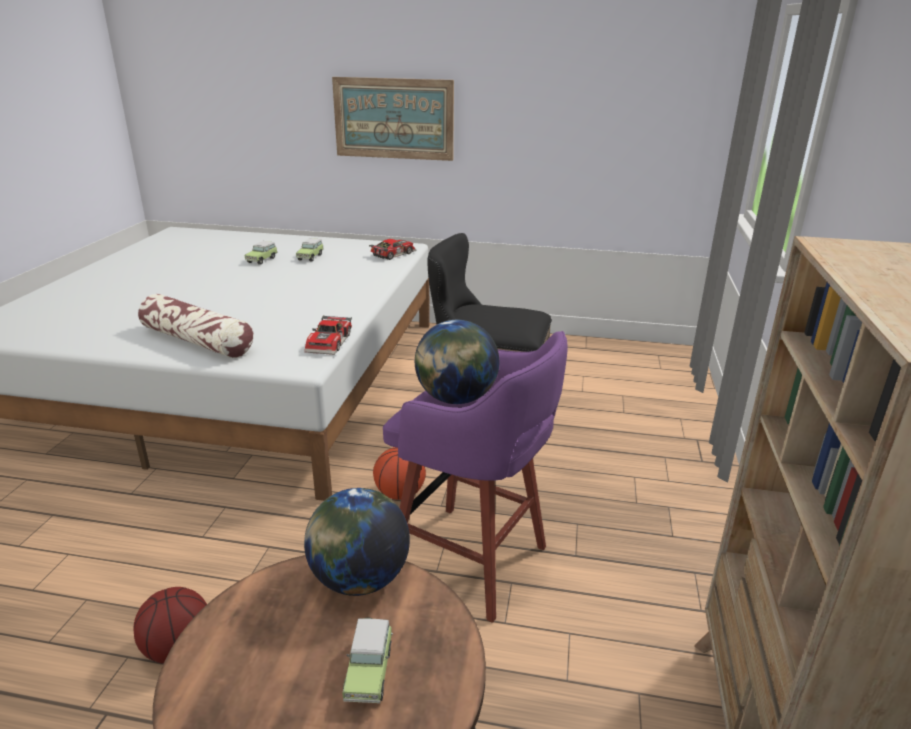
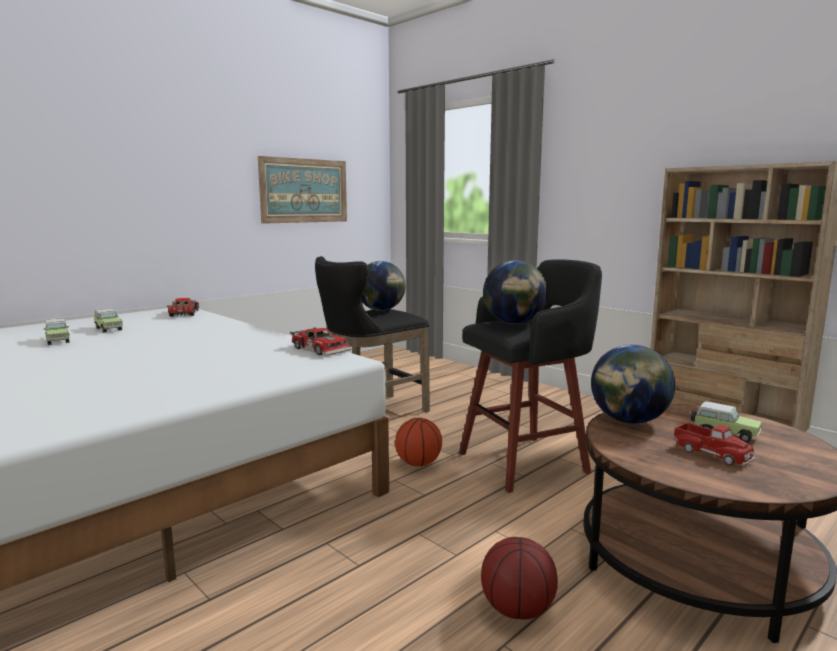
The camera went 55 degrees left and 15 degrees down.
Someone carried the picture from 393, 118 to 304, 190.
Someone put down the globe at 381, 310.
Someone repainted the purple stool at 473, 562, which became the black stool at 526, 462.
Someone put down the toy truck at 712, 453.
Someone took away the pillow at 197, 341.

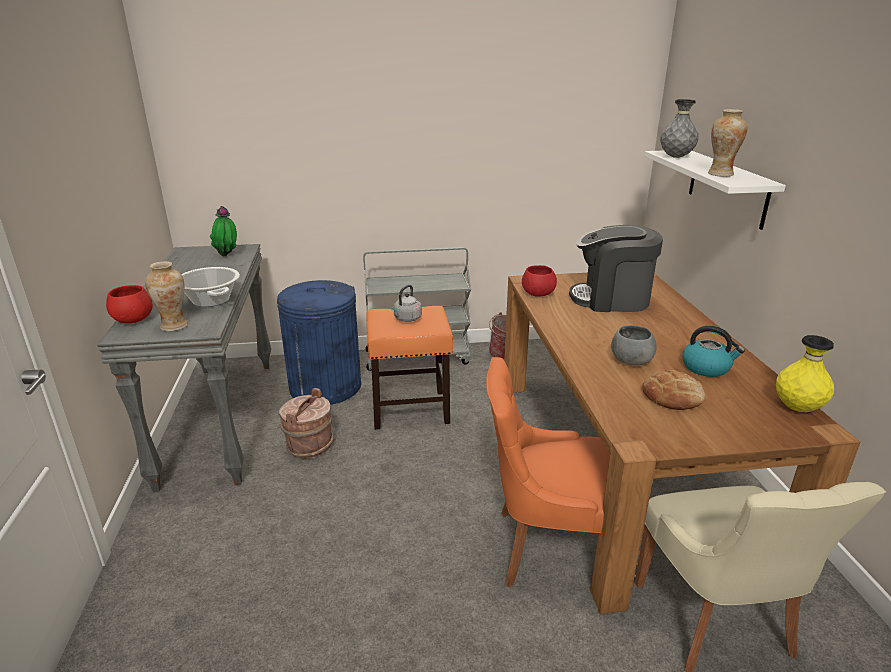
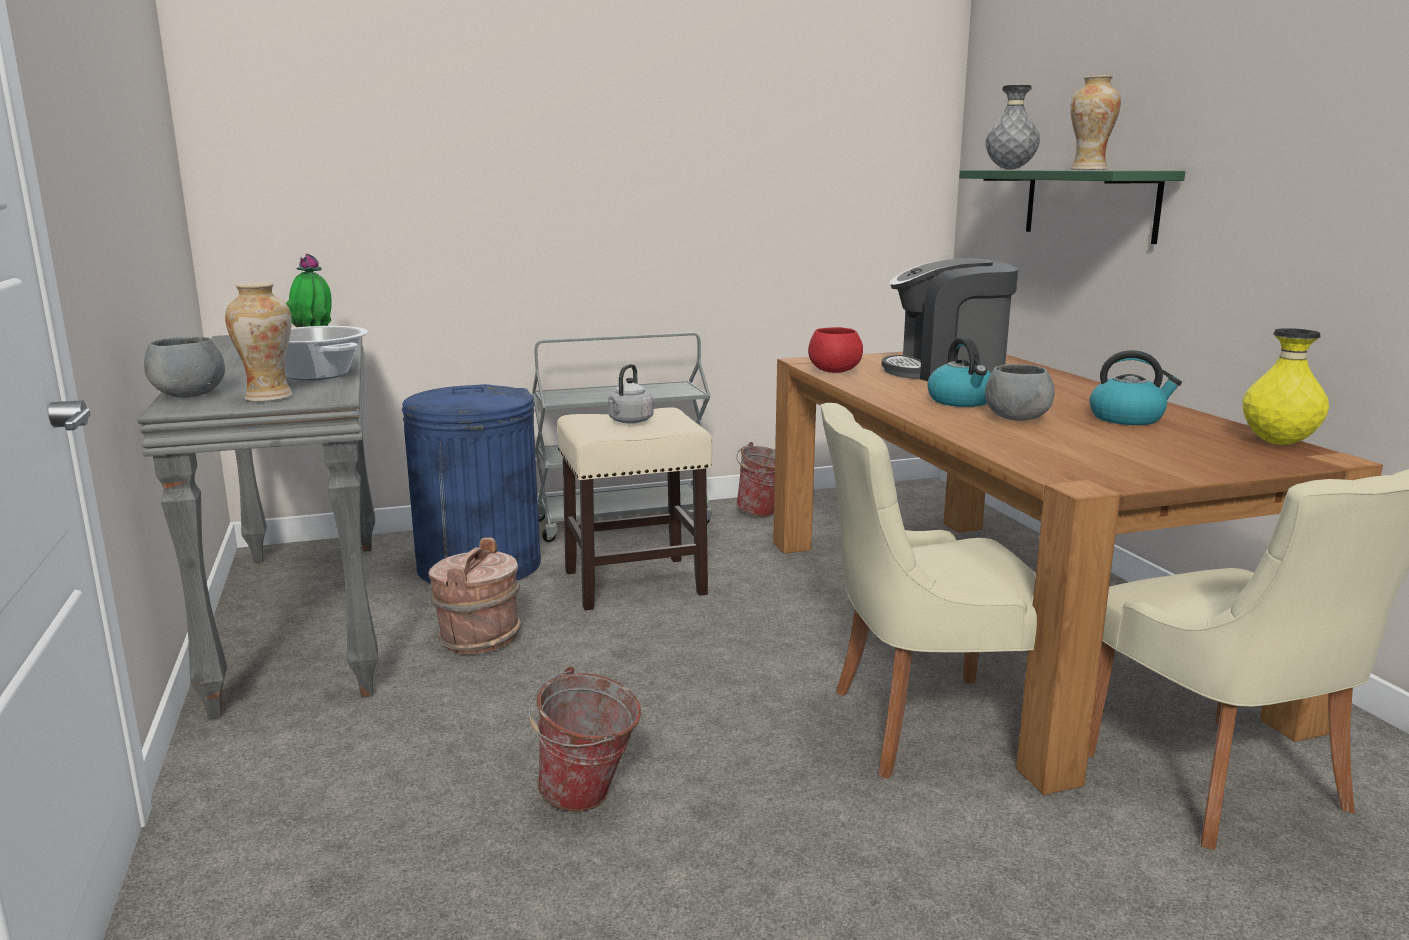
The camera went 10 degrees left and 10 degrees down.
Someone repainted the red bowl at 134, 320, which became the grey bowl at 190, 395.
Someone put down the bucket at 587, 800.
Someone repainted the orange stool at 411, 409, which became the beige stool at 636, 582.
Someone repainted the orange chair at 544, 548, which became the beige chair at 922, 726.
Someone put down the kettle at 961, 401.
Someone repainted the white shelf at 727, 187, which became the green shelf at 1089, 204.
Someone took away the bread at 672, 396.

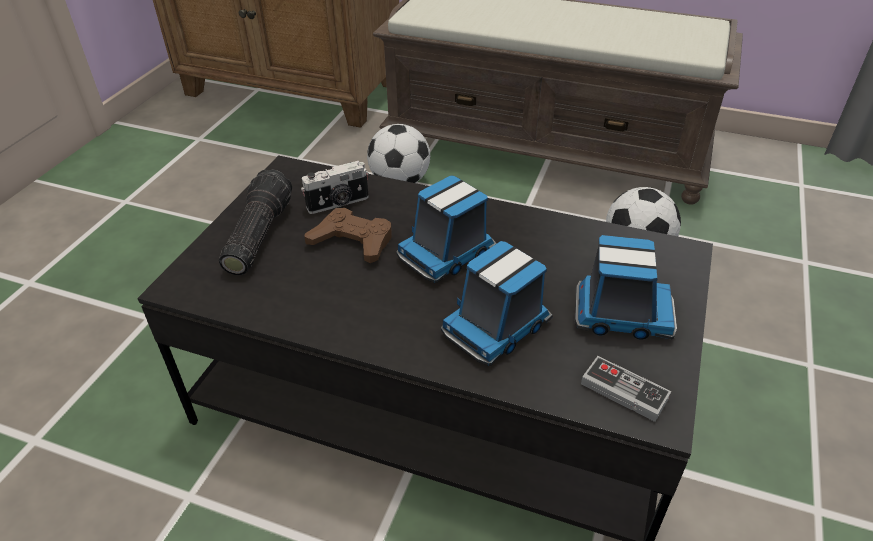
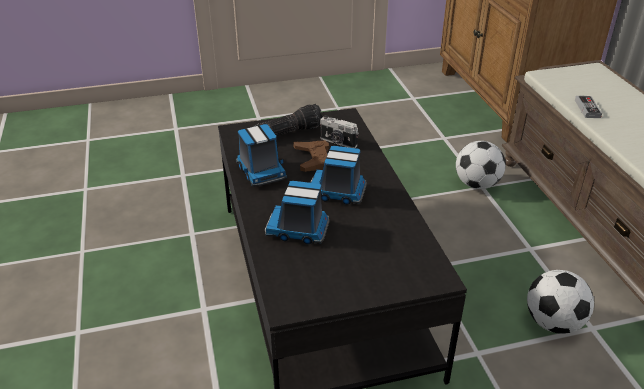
The camera went 55 degrees right and 5 degrees down.
Someone carried the toy truck from 620, 314 to 260, 171.
Someone carried the game controller from 624, 391 to 587, 109.

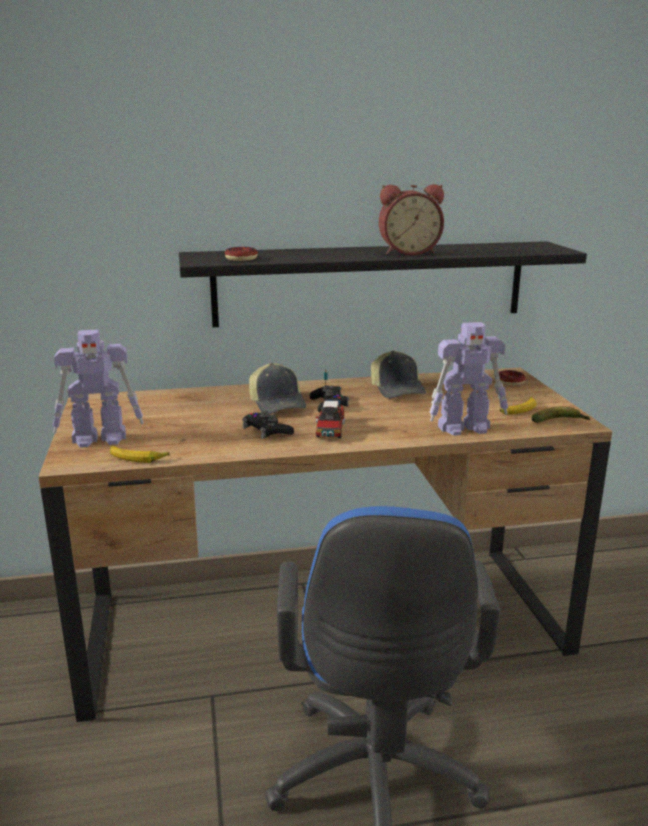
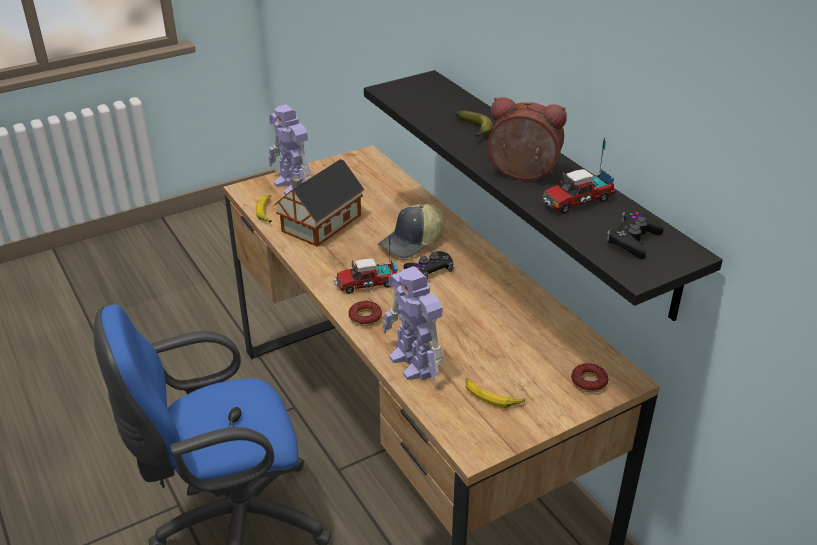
The camera went 70 degrees right and 15 degrees up.
Someone put down the toy house at 318, 224.
Someone carried the donut from 241, 258 to 365, 317.
Someone carried the banana from 560, 422 to 475, 130.
Someone rotated the alarm clock at 408, 253 by 135 degrees clockwise.
Someone put down the toy truck at 576, 201.
Someone carried the black game controller from 267, 431 to 633, 240.
Someone took away the cap at 398, 389.

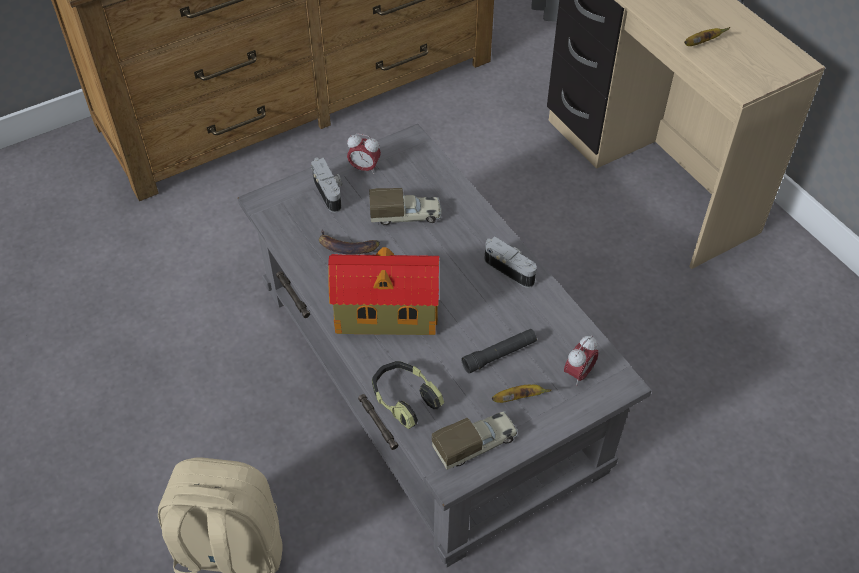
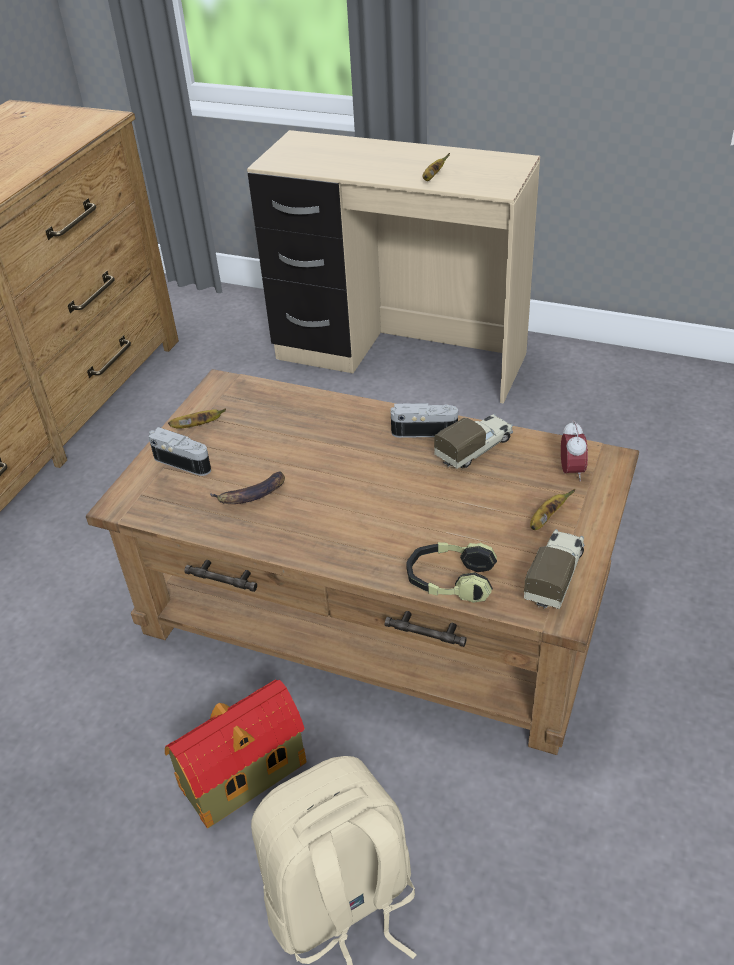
The camera went 35 degrees left and 10 degrees down.
Someone repainted the grey coffee table at 427, 376, which became the brown coffee table at 373, 609.
Someone carried the toy house from 384, 315 to 240, 776.
Someone swapped the alarm clock at 364, 168 for the banana at 198, 425.
Someone carried the toy truck from 406, 216 to 475, 449.
Someone took away the black flashlight at 499, 355.

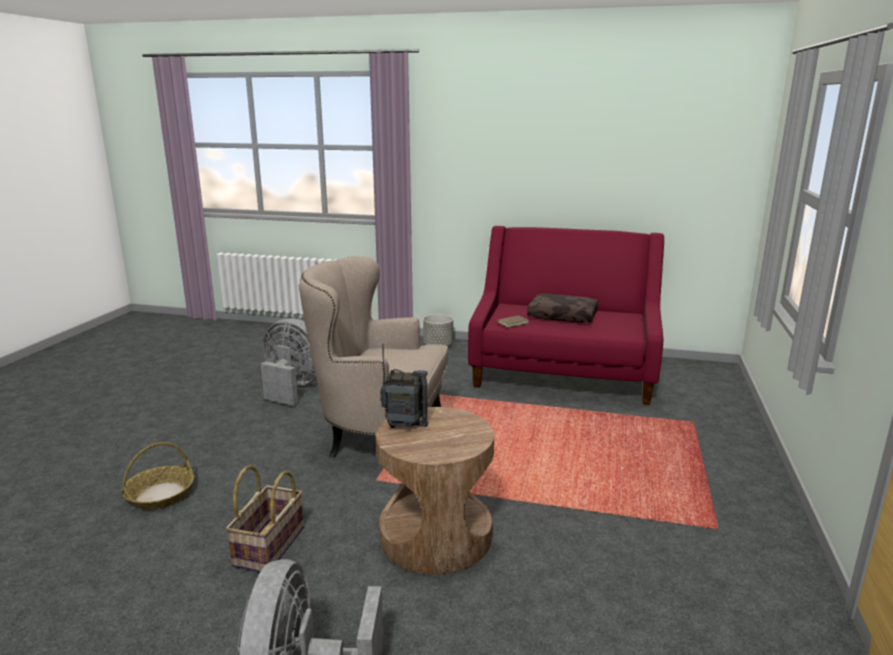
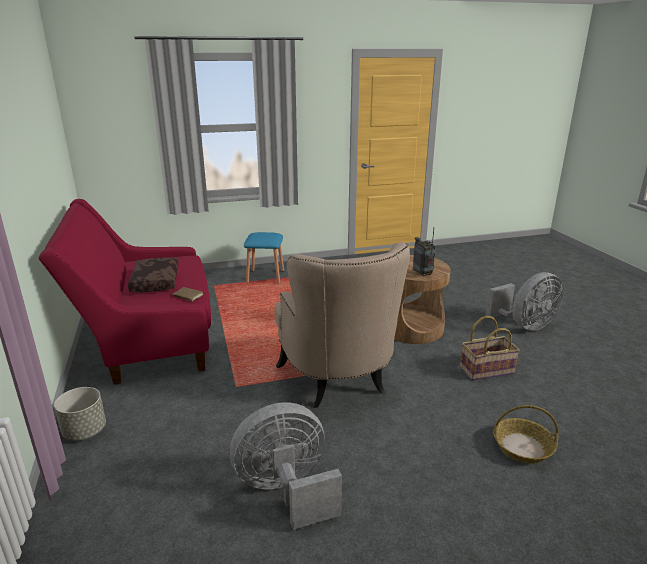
The camera went 120 degrees left and 5 degrees up.
Someone rotated the grey fan at 293, 388 by 75 degrees clockwise.
Someone put down the blue stool at 265, 277.

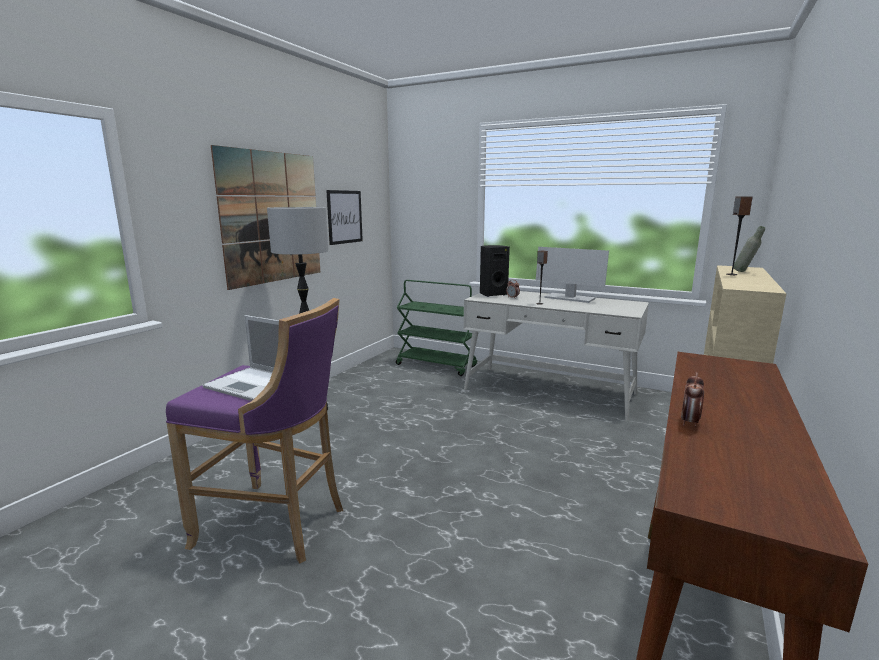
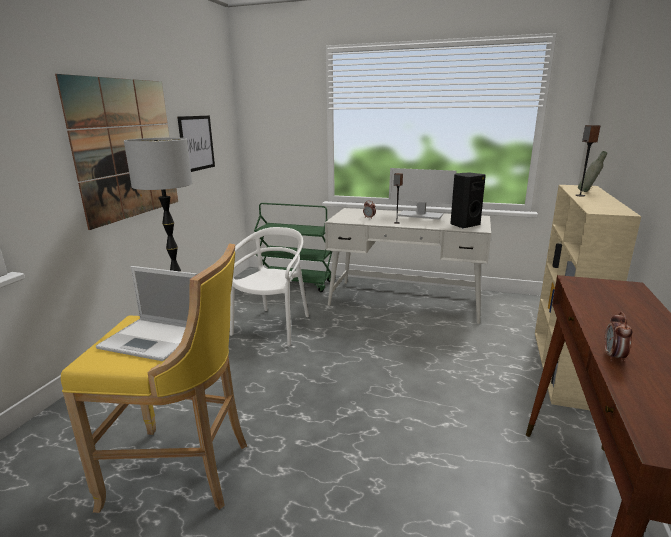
The camera went 10 degrees left and 5 degrees up.
Someone repainted the purple stool at 277, 525, which became the yellow stool at 184, 471.
Someone put down the white chair at 273, 326.
Someone carried the black speaker from 492, 294 to 464, 225.

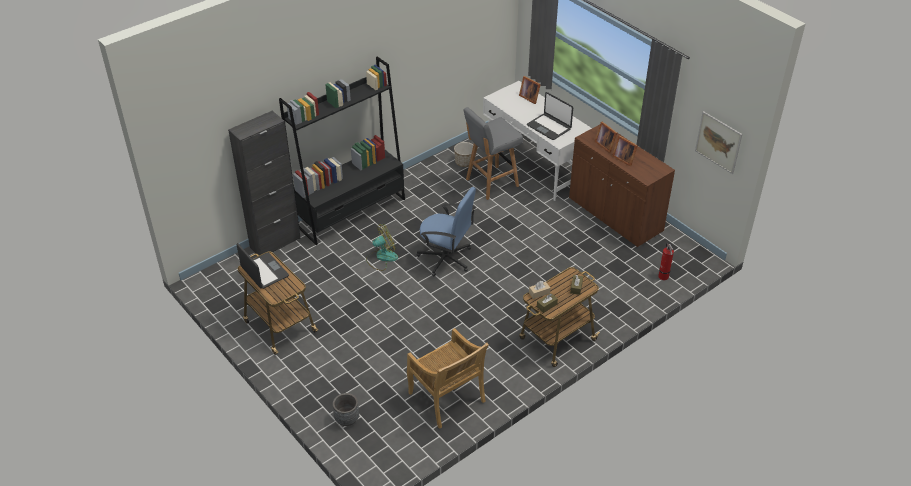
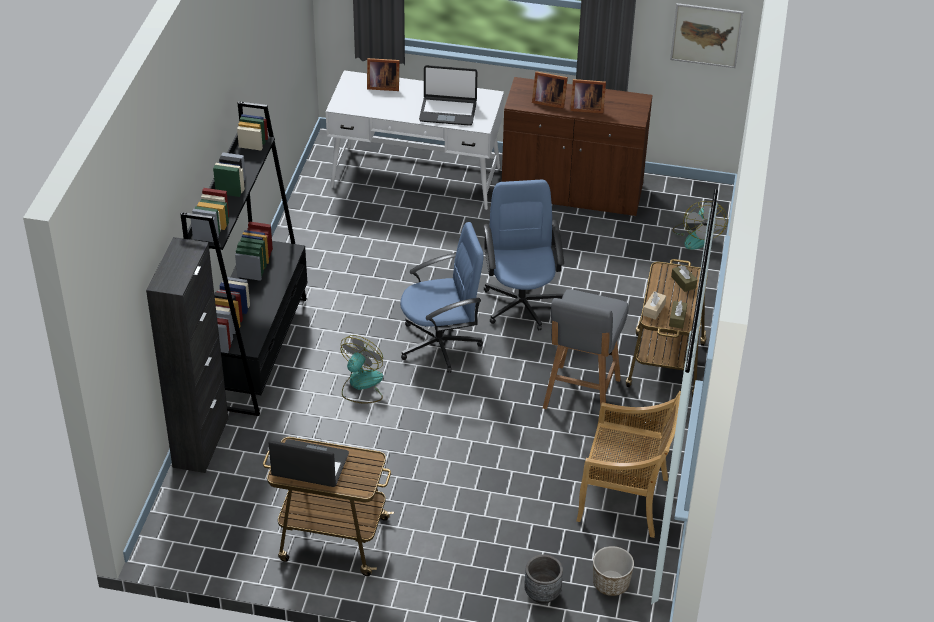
The camera went 40 degrees left and 0 degrees up.
Someone put down the blue office chair at 521, 303.
Someone carried the grey stool from 491, 183 to 580, 395.
Someone carried the planter from 464, 162 to 610, 583.
Someone swapped the fire extinguisher at 663, 277 for the fan at 697, 236.

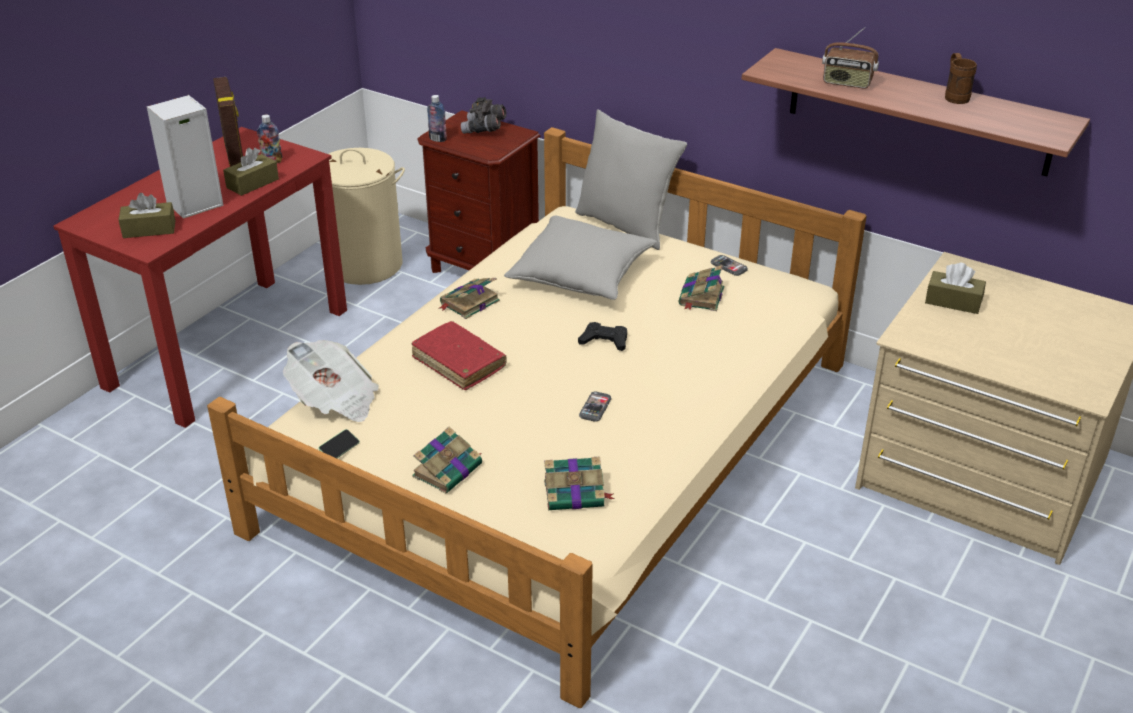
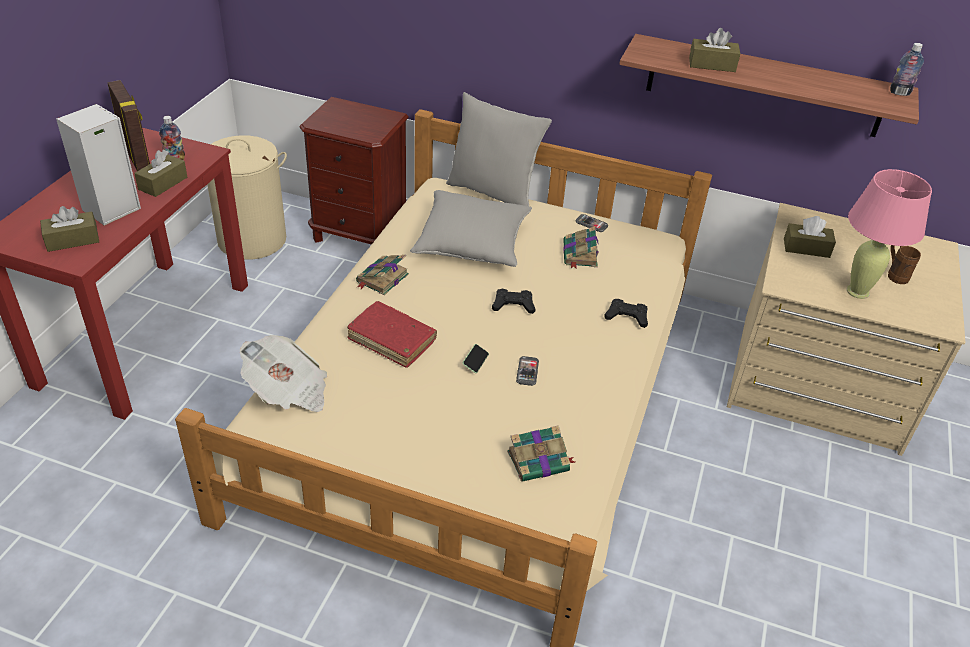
The camera went 15 degrees left and 5 degrees up.
Someone carried the phone from 339, 450 to 475, 362.
Someone put down the black game controller at 627, 316.
Someone swapped the radio at 847, 83 for the brown tissue box at 712, 64.
Someone put down the pink table lamp at 857, 291.
Someone carried the brown mug from 954, 96 to 894, 274.
Someone carried the bottle from 438, 139 to 899, 93.
Someone took away the book at 448, 469.
Someone took away the grey binoculars at 484, 130.

